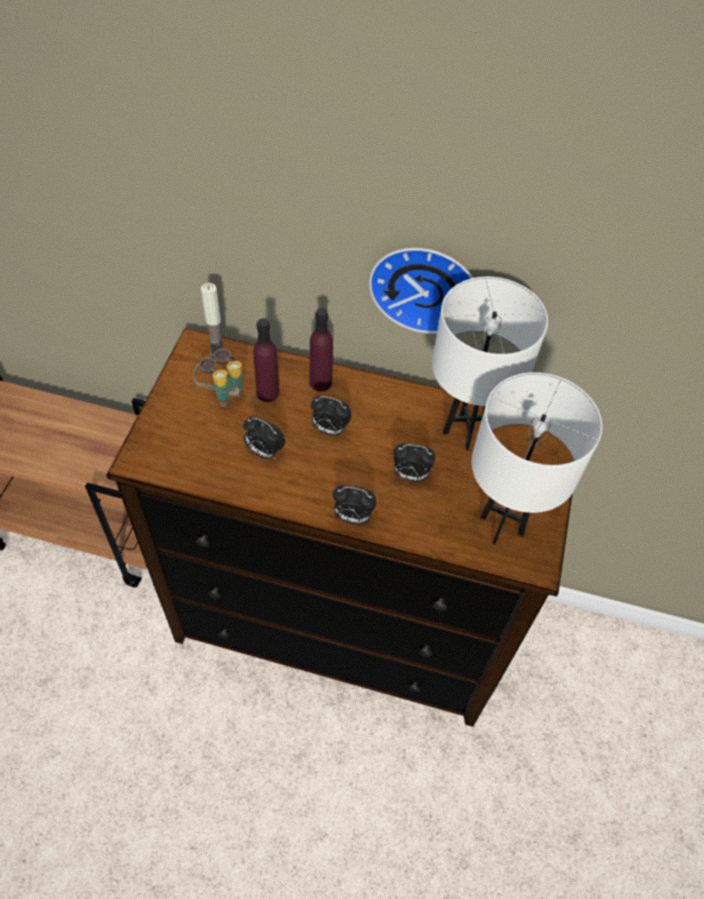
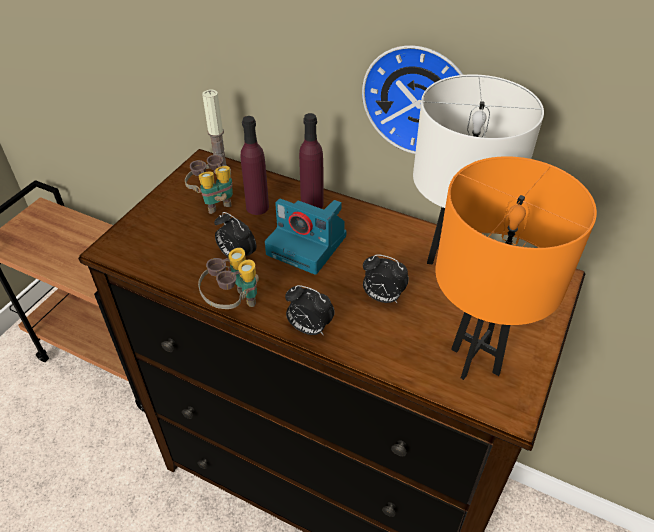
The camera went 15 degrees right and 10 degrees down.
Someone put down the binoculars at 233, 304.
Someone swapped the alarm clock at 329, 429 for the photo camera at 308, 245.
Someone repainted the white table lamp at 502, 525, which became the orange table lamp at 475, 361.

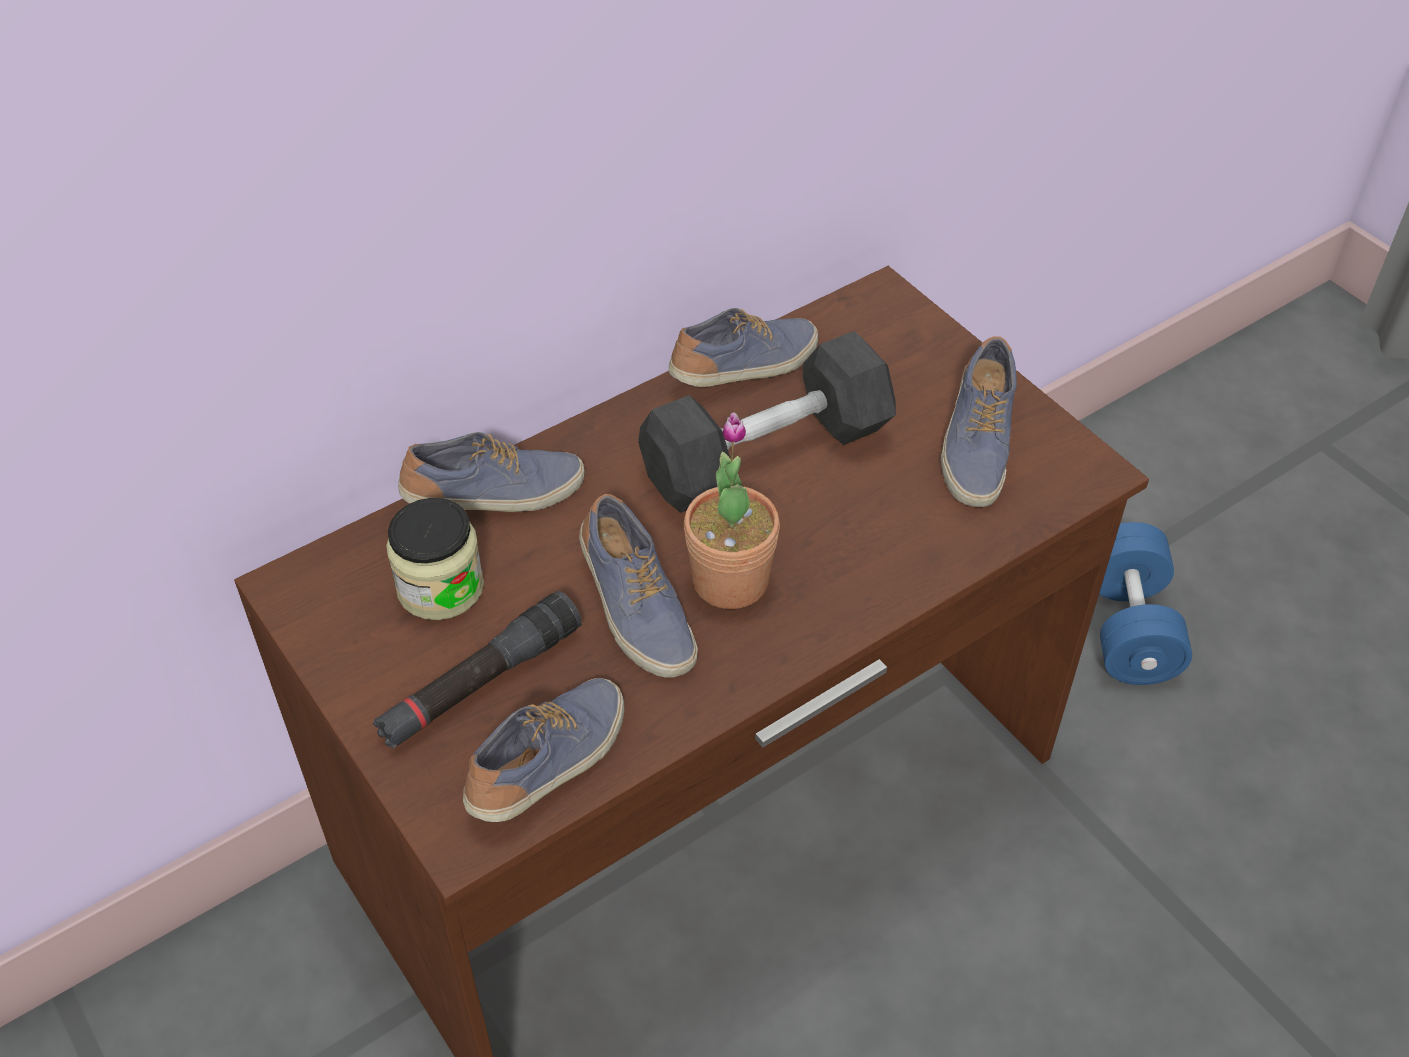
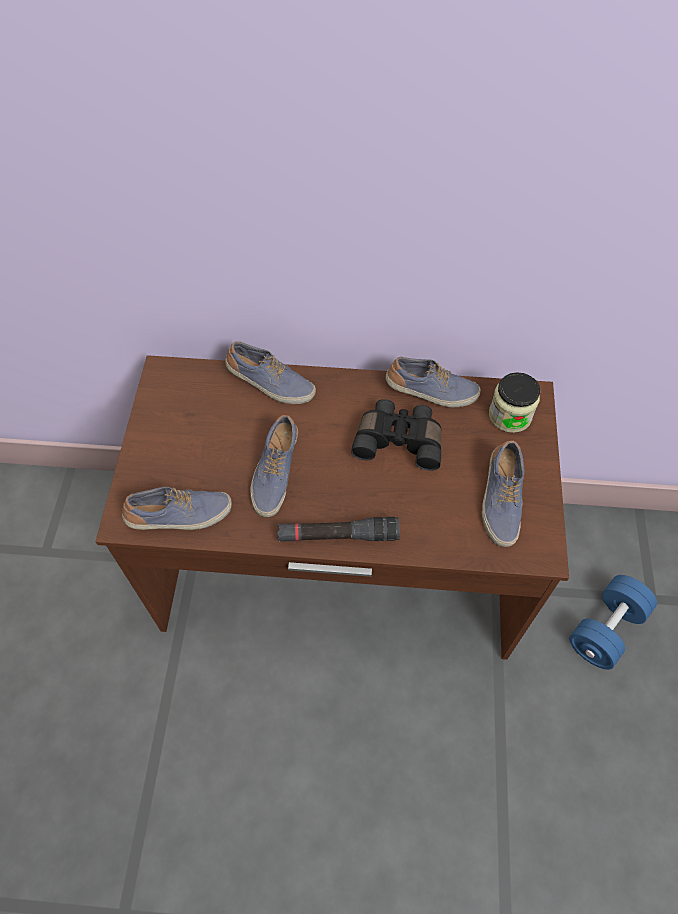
The camera went 40 degrees right and 10 degrees up.
Someone carried the black flashlight from 480, 683 to 338, 535.
Someone swapped the black dumbbell at 767, 454 for the black binoculars at 399, 440.
Someone rotated the shoe at 976, 443 by 45 degrees counterclockwise.
Someone carried the jar from 440, 588 to 510, 415.
Someone took away the potted plant at 730, 580.

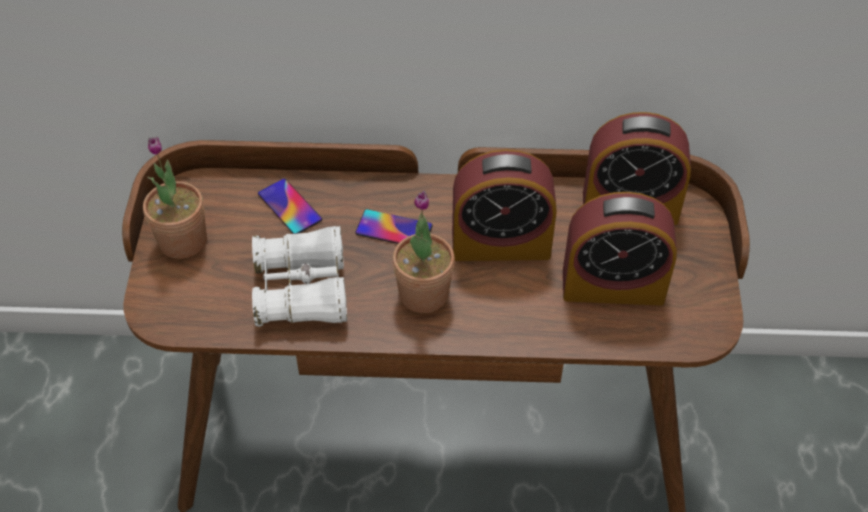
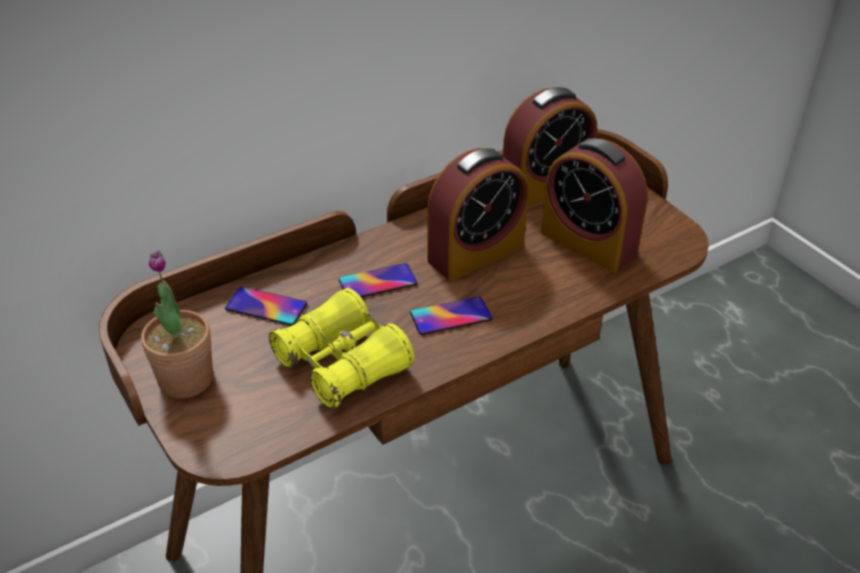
The camera went 35 degrees left and 10 degrees down.
Someone repainted the white binoculars at 302, 290, which became the yellow binoculars at 342, 363.
Someone swapped the potted plant at 424, 294 for the phone at 451, 316.
Someone rotated the alarm clock at 612, 286 by 75 degrees clockwise.

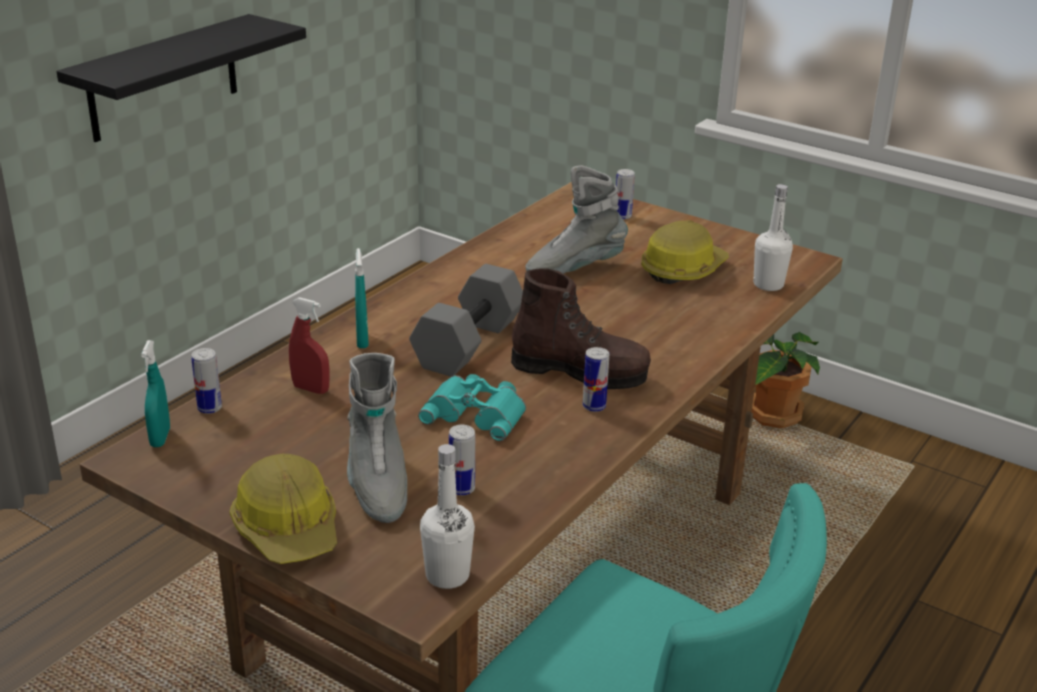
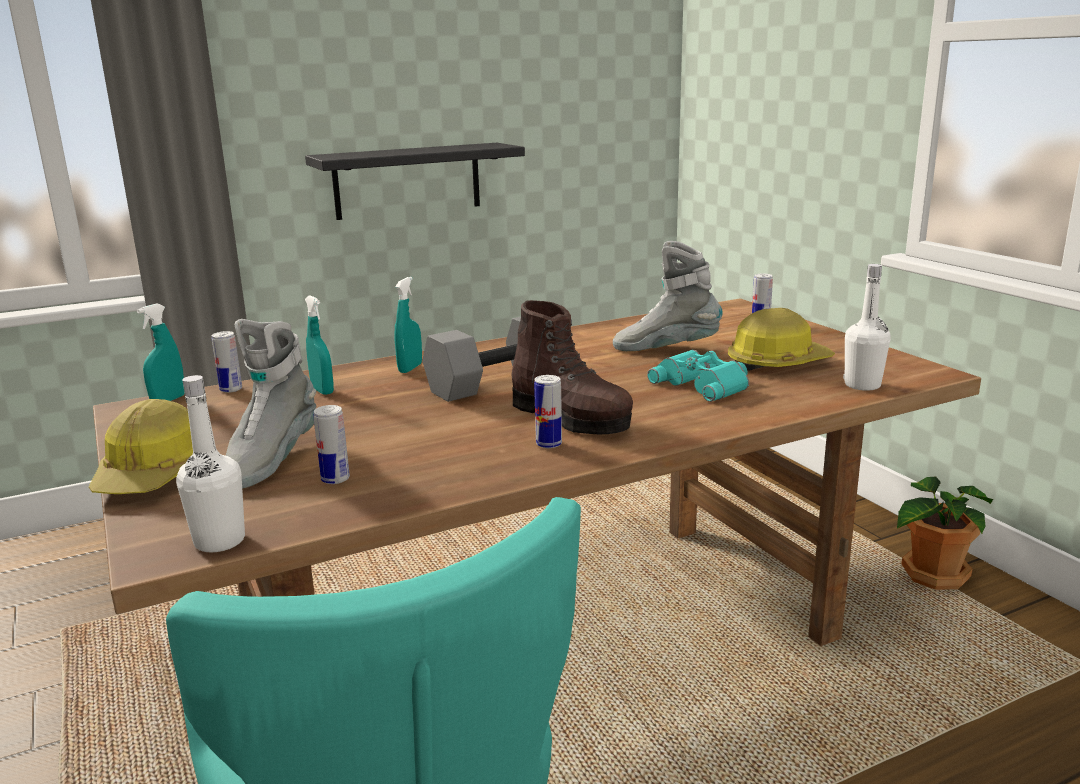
The camera went 30 degrees right and 10 degrees down.
Someone repainted the red spray bottle at 311, 389, which became the turquoise spray bottle at 322, 391.
Someone carried the turquoise binoculars from 477, 413 to 704, 384.

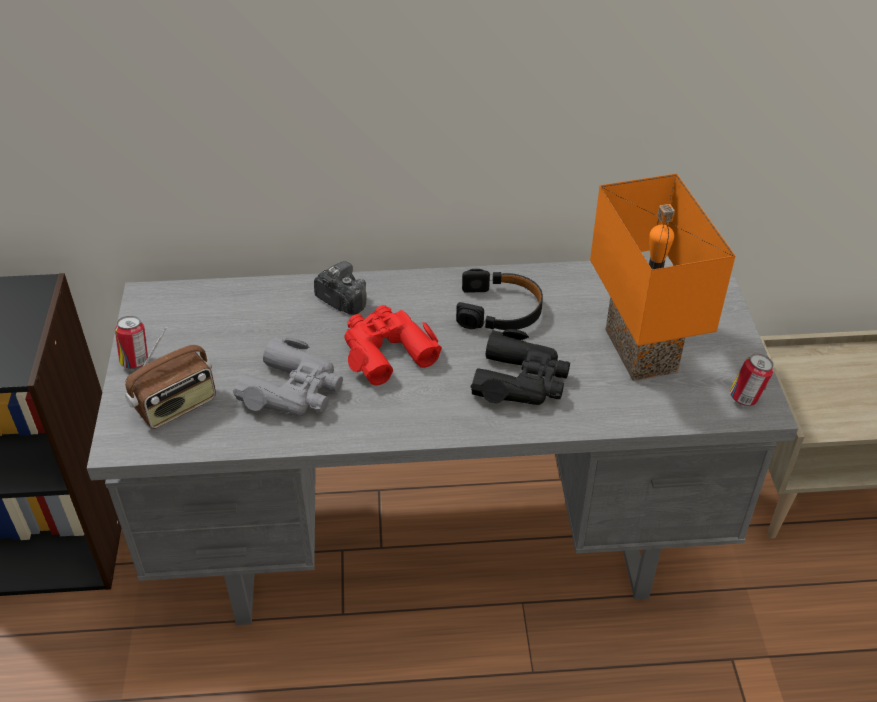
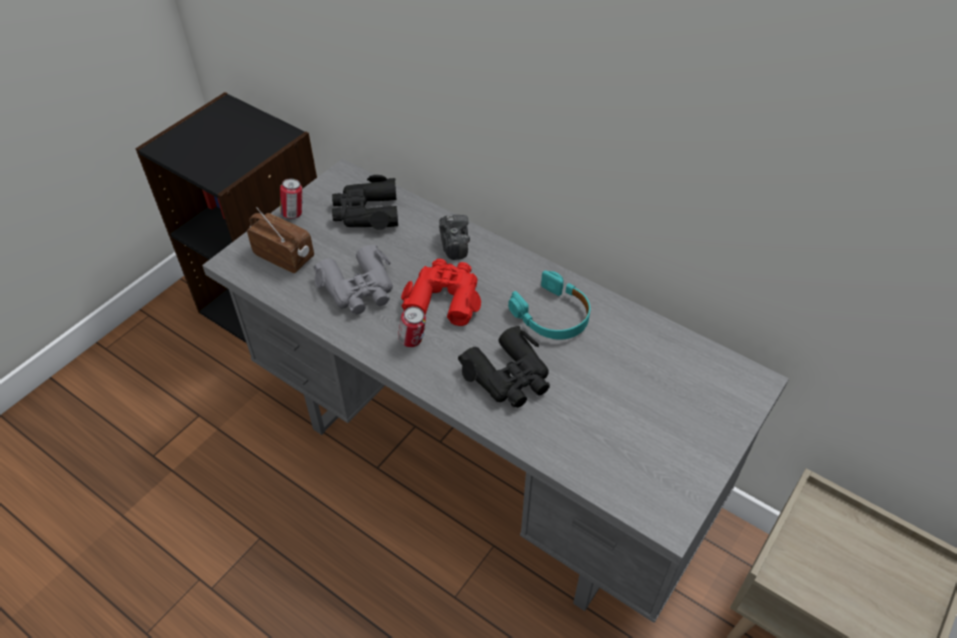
The camera went 40 degrees right and 5 degrees up.
Someone rotated the radio at 176, 406 by 150 degrees counterclockwise.
Someone put down the black binoculars at 366, 212.
Someone carried the can from 746, 399 to 413, 341.
Someone repainted the black headphones at 500, 310, which became the turquoise headphones at 552, 315.
Someone took away the orange table lamp at 636, 350.

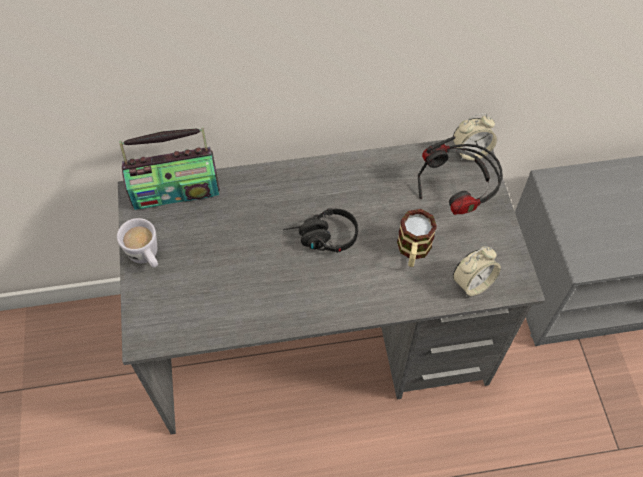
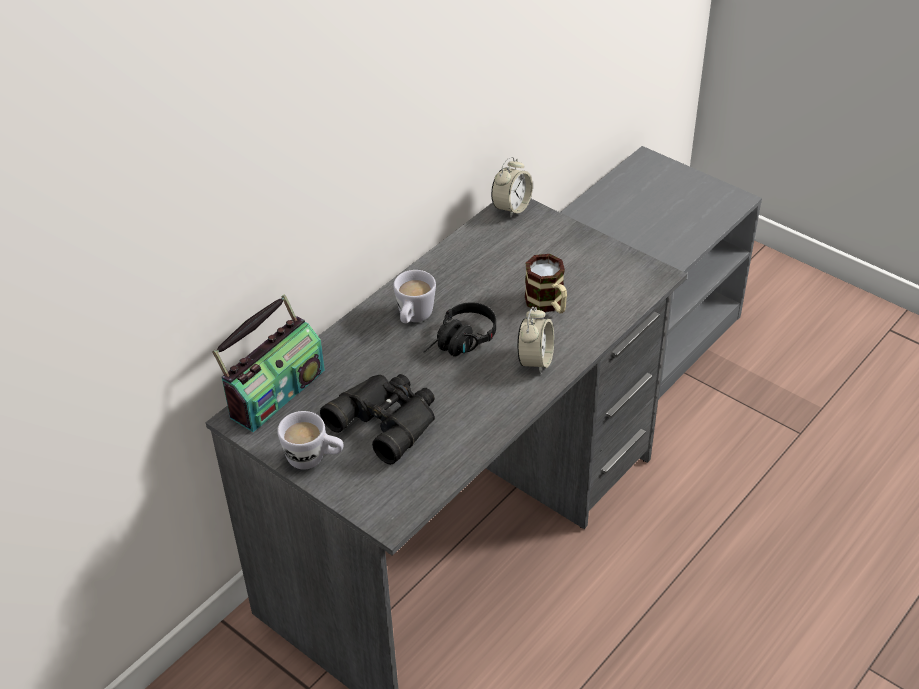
The camera went 40 degrees left and 15 degrees down.
Someone put down the black binoculars at 387, 419.
Someone put down the white mug at 413, 318.
Someone carried the alarm clock from 472, 283 to 535, 361.
Someone took away the headphones at 457, 199.

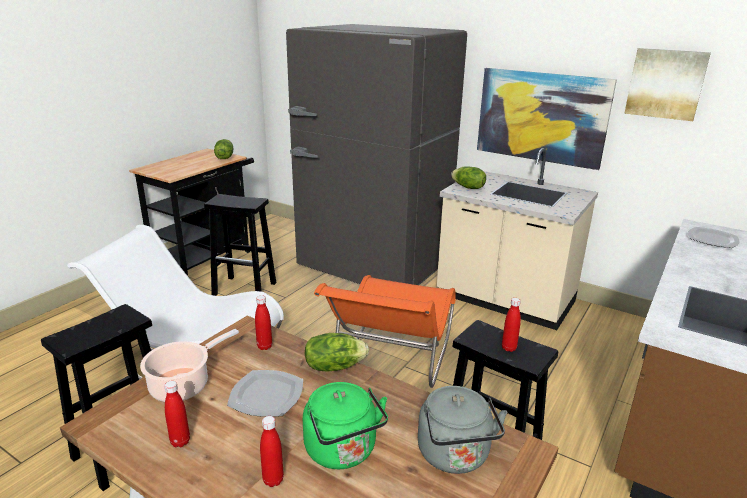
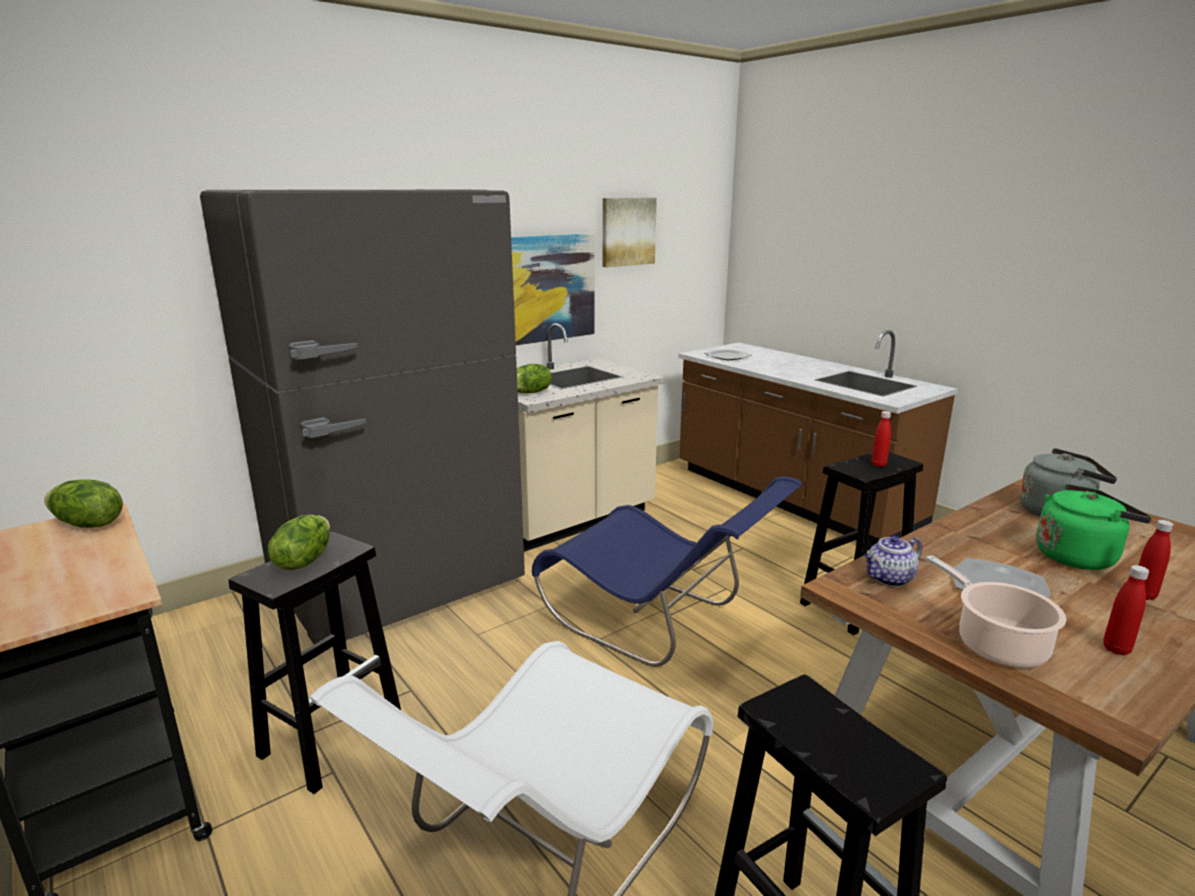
The camera went 70 degrees left and 5 degrees down.
Someone carried the lettuce from 334, 366 to 303, 560.
Someone repainted the orange chair at 392, 363, which became the blue chair at 658, 623.
Someone swapped the red bottle at 264, 346 for the teapot at 889, 579.

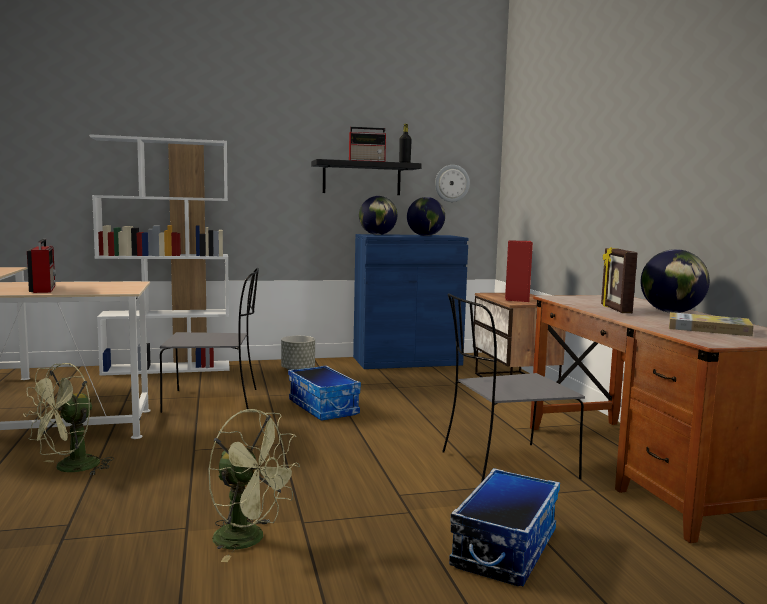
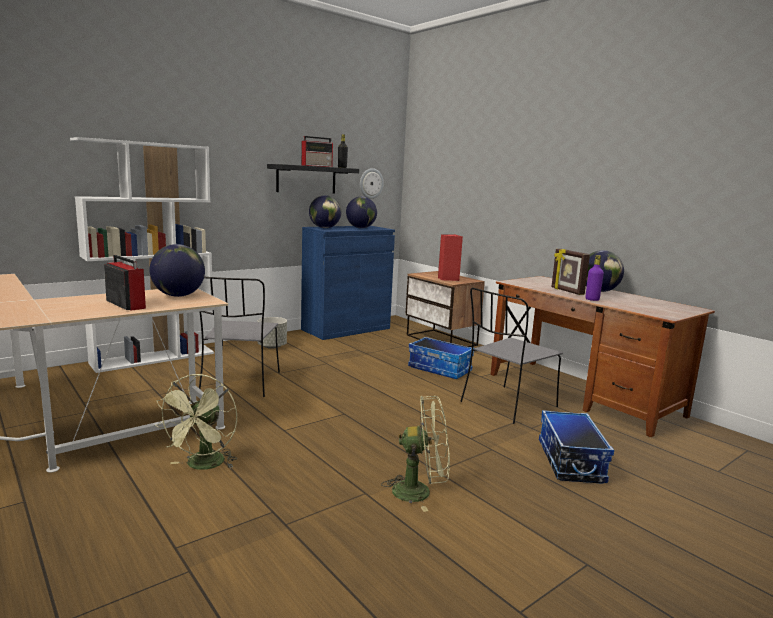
The camera went 25 degrees left and 5 degrees up.
Someone put down the globe at 178, 296.
Someone rotated the grey chair at 214, 401 by 120 degrees clockwise.
Someone carried the storage box from 324, 407 to 440, 369.
Someone put down the purple bottle at 592, 299.
Someone took away the book at 708, 328.

